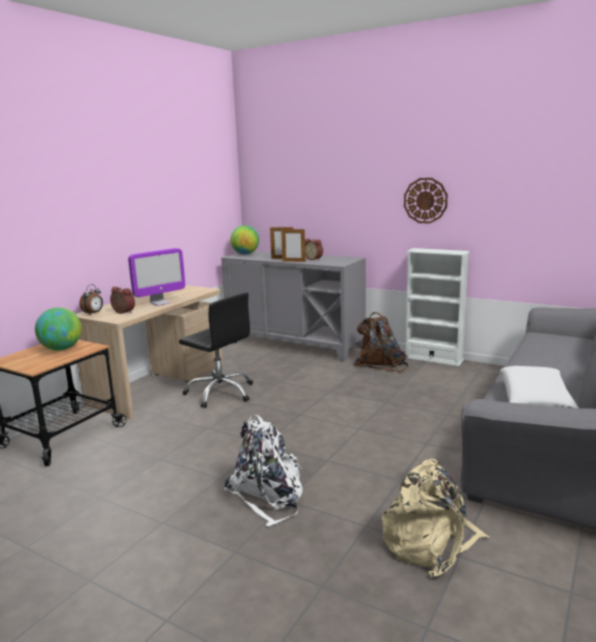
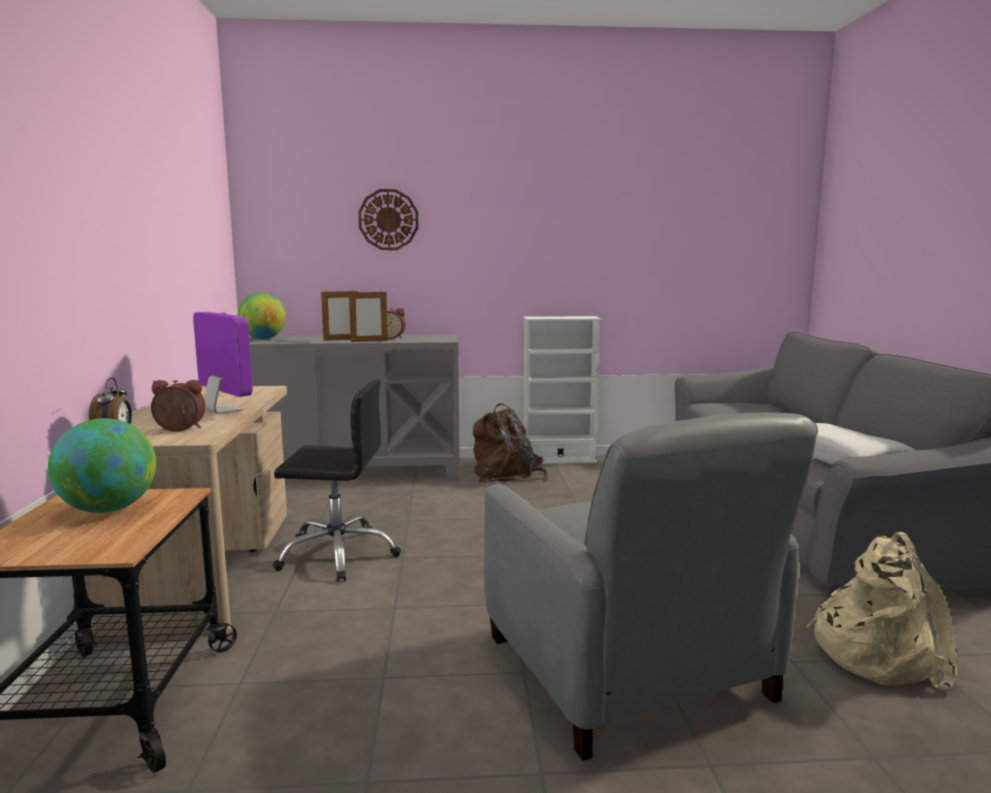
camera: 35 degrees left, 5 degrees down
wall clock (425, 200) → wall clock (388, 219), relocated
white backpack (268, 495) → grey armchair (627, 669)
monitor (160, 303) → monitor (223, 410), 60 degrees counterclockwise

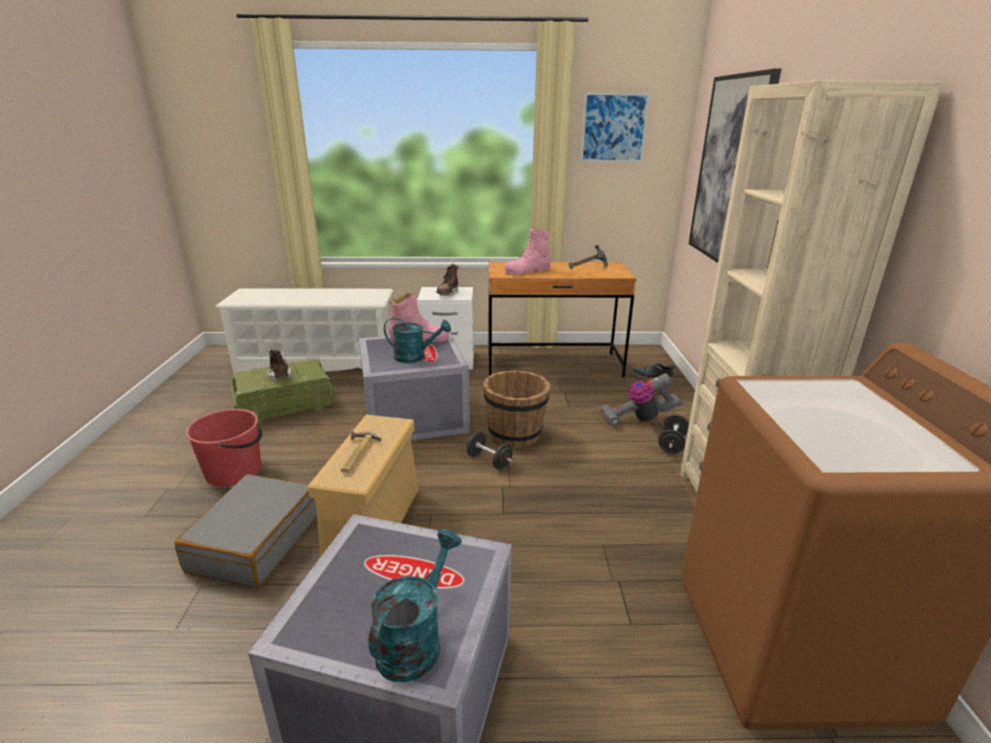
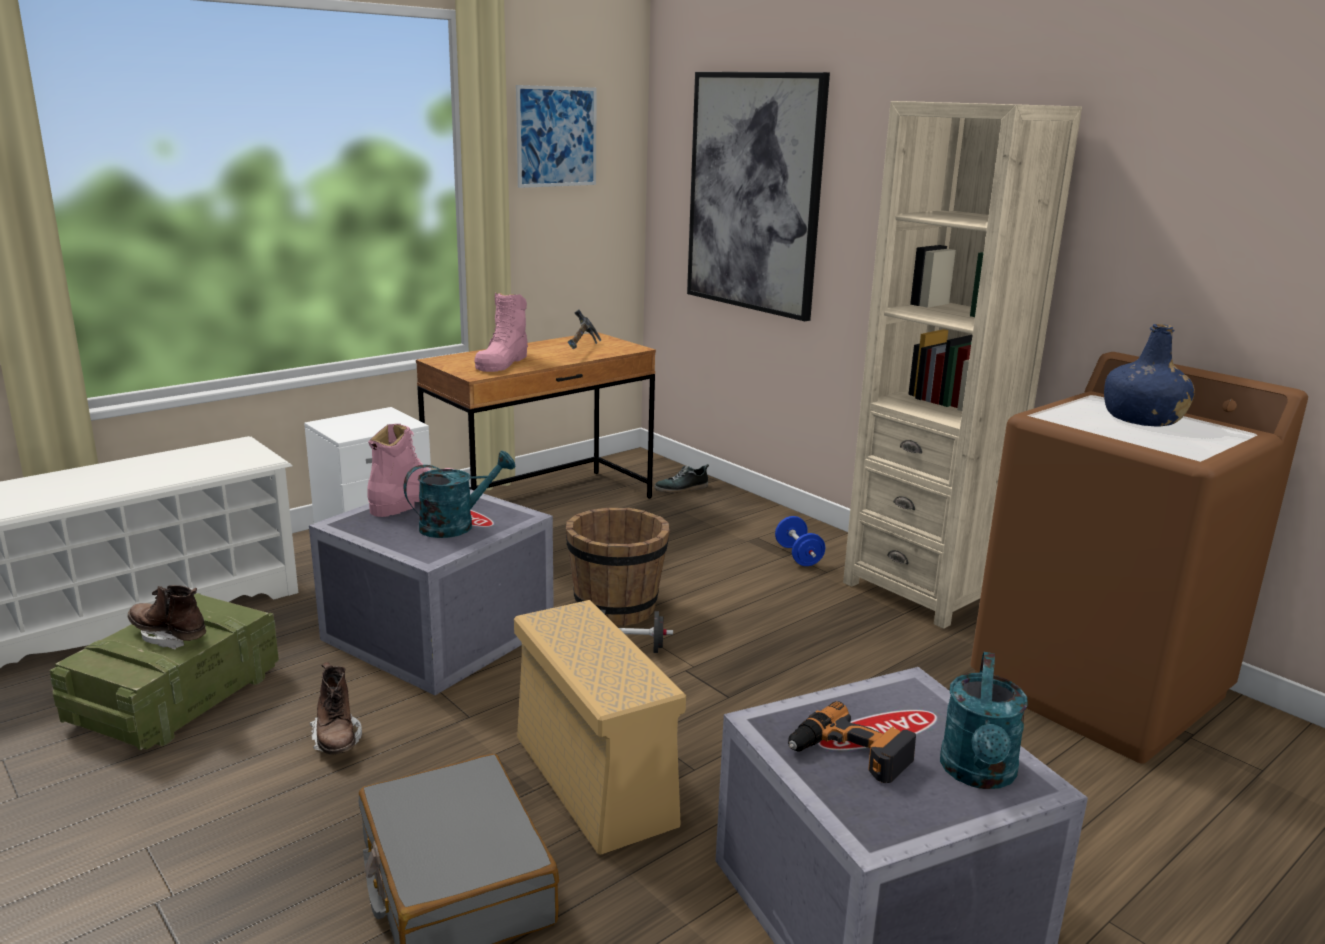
camera: 40 degrees left, 5 degrees down
red bucket (234, 471) → -
hammer (356, 454) → -
vacuum cleaner (638, 419) → -
- → power drill (849, 755)
- → blue bottle (1142, 419)
brown boot (447, 294) → brown boot (337, 740), relocated
black dumbbell (672, 444) → blue dumbbell (798, 556)
turquoise watering can (415, 639) → turquoise watering can (978, 774), 150 degrees counterclockwise

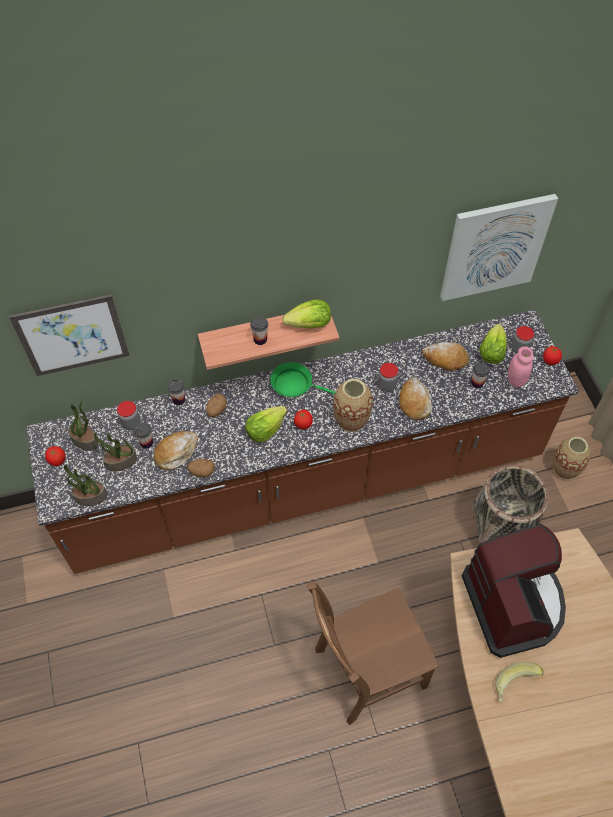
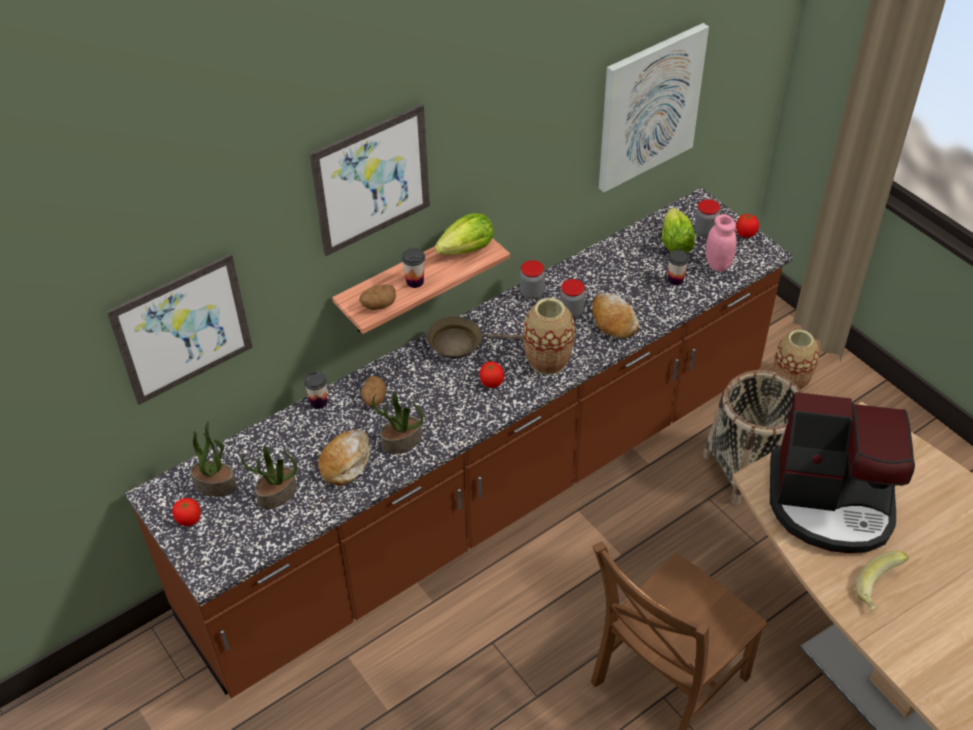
camera: 20 degrees left, 10 degrees down
cup (146, 443) → -
lettuce (265, 430) → -
bread (445, 359) → -
- → picture (372, 180)
potted plant (90, 497) → potted plant (401, 442), relocated
jar (131, 423) → jar (532, 293), relocated
potato (202, 471) → potato (378, 305), relocated
green frying pan (295, 385) → brown frying pan (460, 343)
coffee machine (513, 603) → coffee machine (831, 503), 135 degrees clockwise

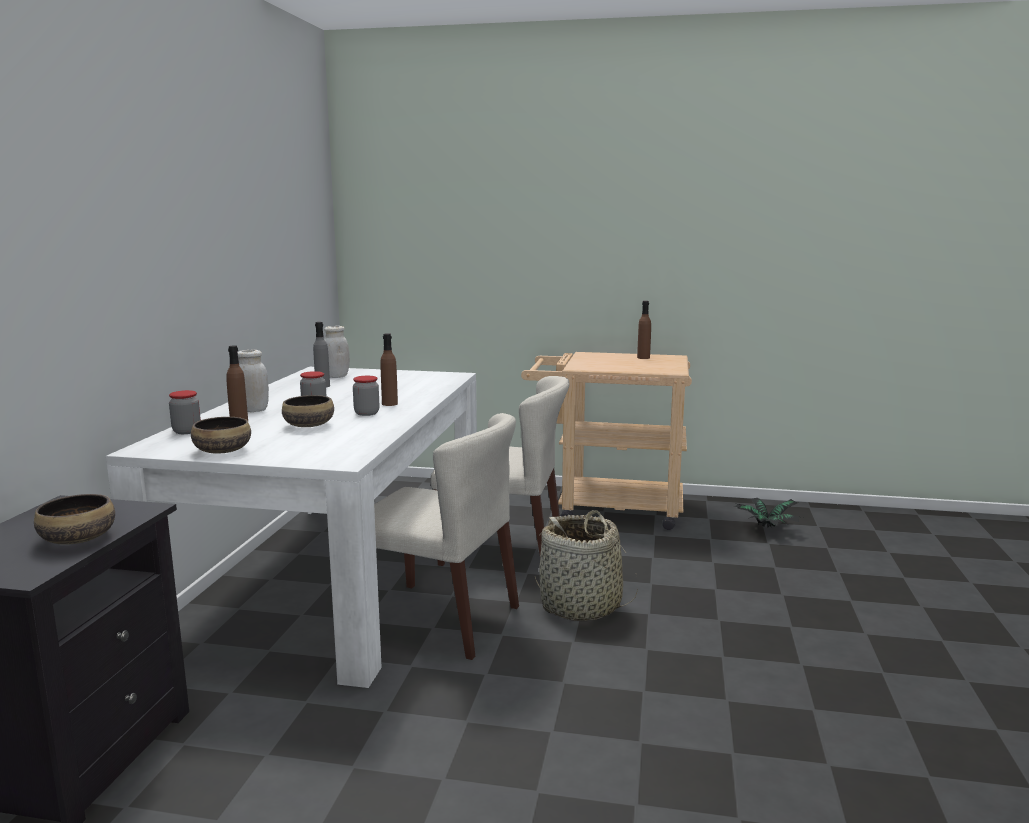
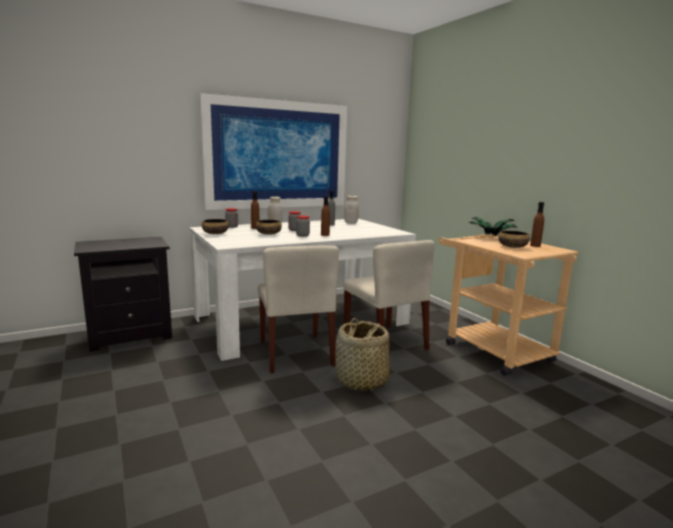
camera: 50 degrees right, 0 degrees up
- → picture (278, 155)
bowl (78, 539) → bowl (512, 247), relocated
potted plant (766, 528) → potted plant (490, 236), relocated

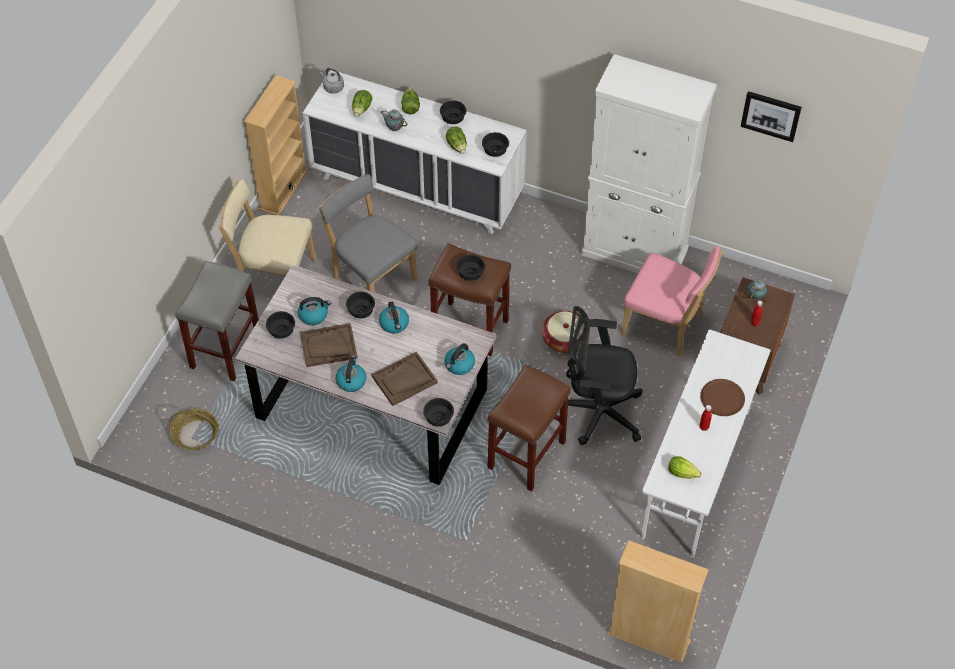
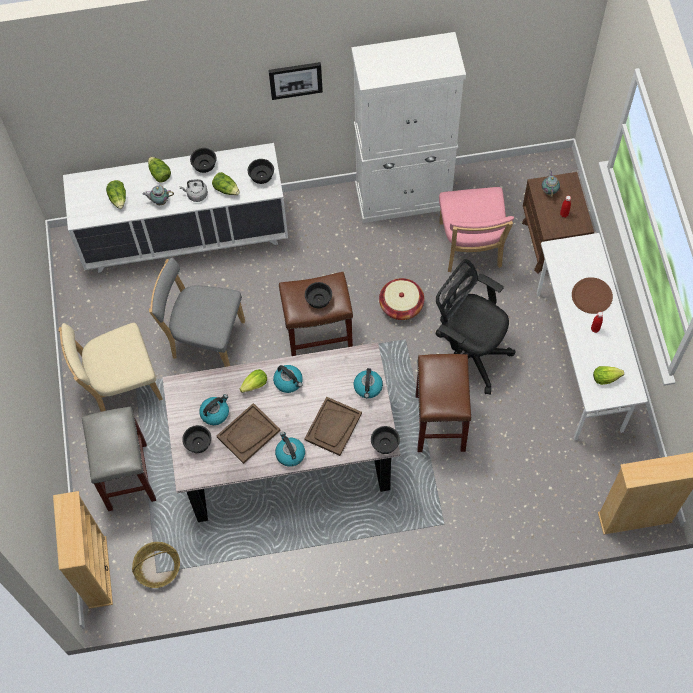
camera: 30 degrees left, 10 degrees up
beige bookcase (283, 190) → beige bookcase (97, 572), relocated
grey kettle (332, 87) → grey kettle (196, 194), relocated
picture (771, 115) → picture (295, 79), relocated
black bowl (362, 311) → lettuce (253, 386)
black office chair (597, 412) → black office chair (469, 353), 60 degrees clockwise
pink chair (665, 326) → pink chair (471, 248), 90 degrees clockwise

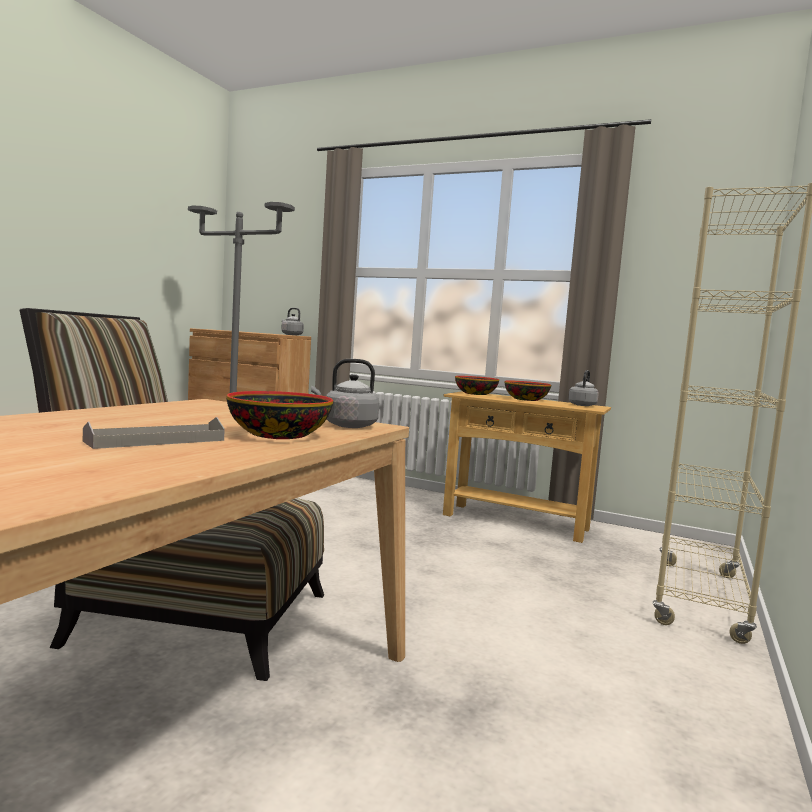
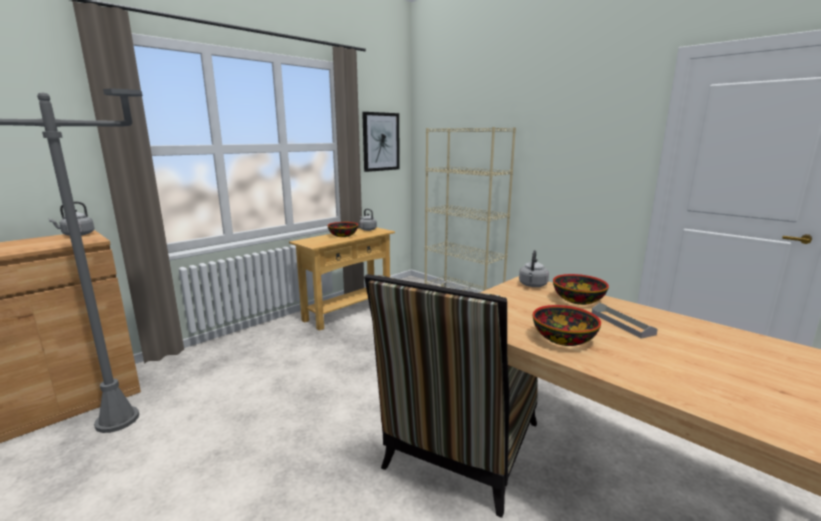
camera: 70 degrees left, 10 degrees up
- → picture (381, 142)
bowl (476, 394) → bowl (563, 338), relocated

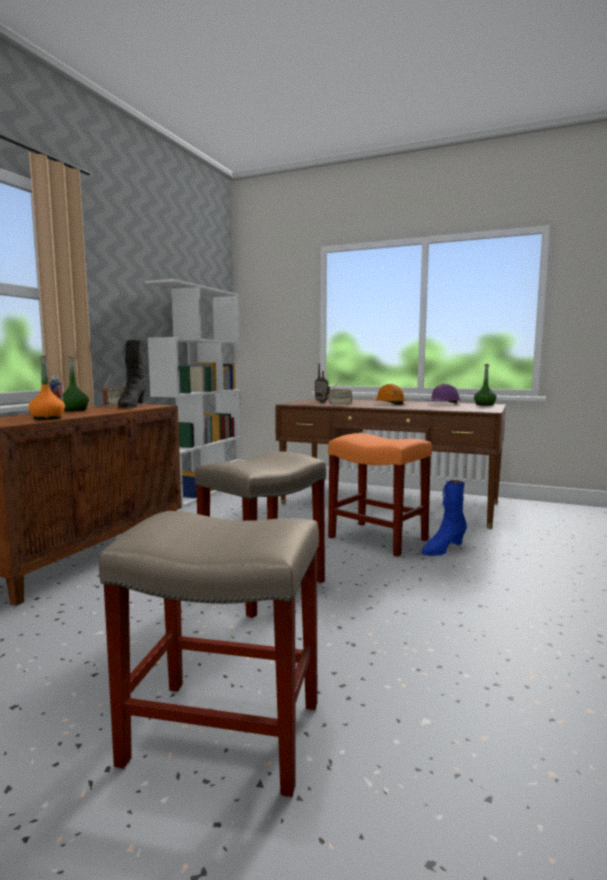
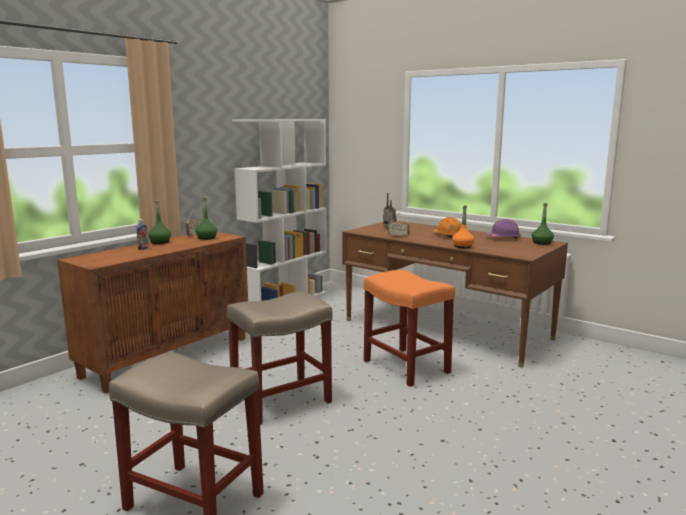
camera: 15 degrees right, 5 degrees up
blue boot (442, 550) → -
orange bottle (47, 418) → orange bottle (462, 246), relocated
black boot (131, 406) → green bottle (206, 238)

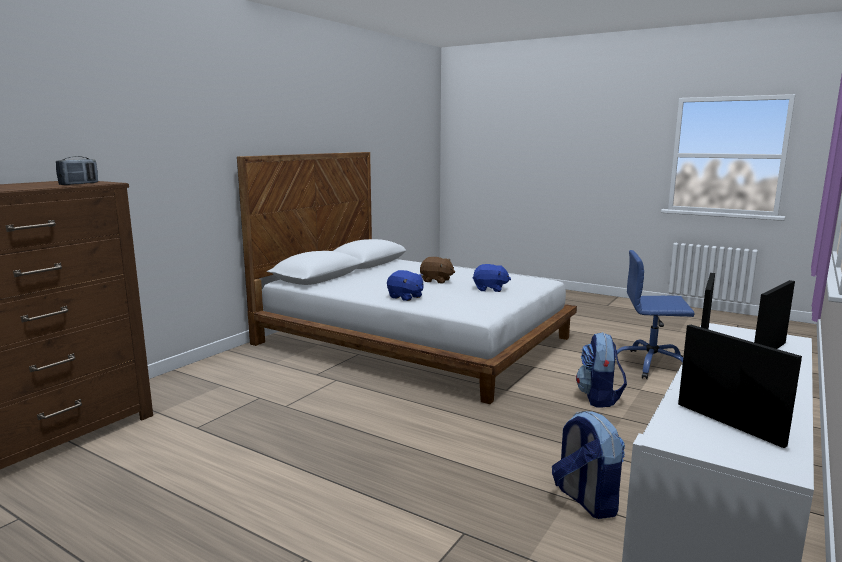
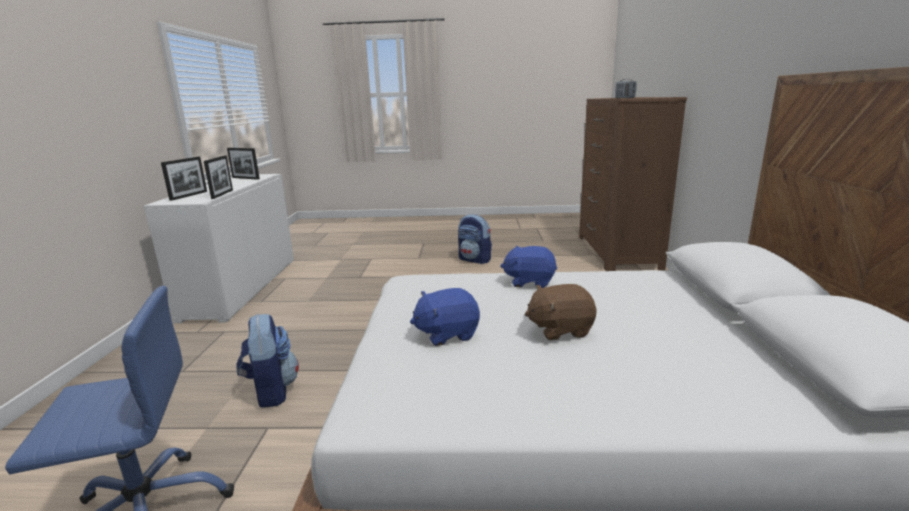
camera: 150 degrees right, 5 degrees up
backpack (585, 500) → backpack (475, 260), relocated

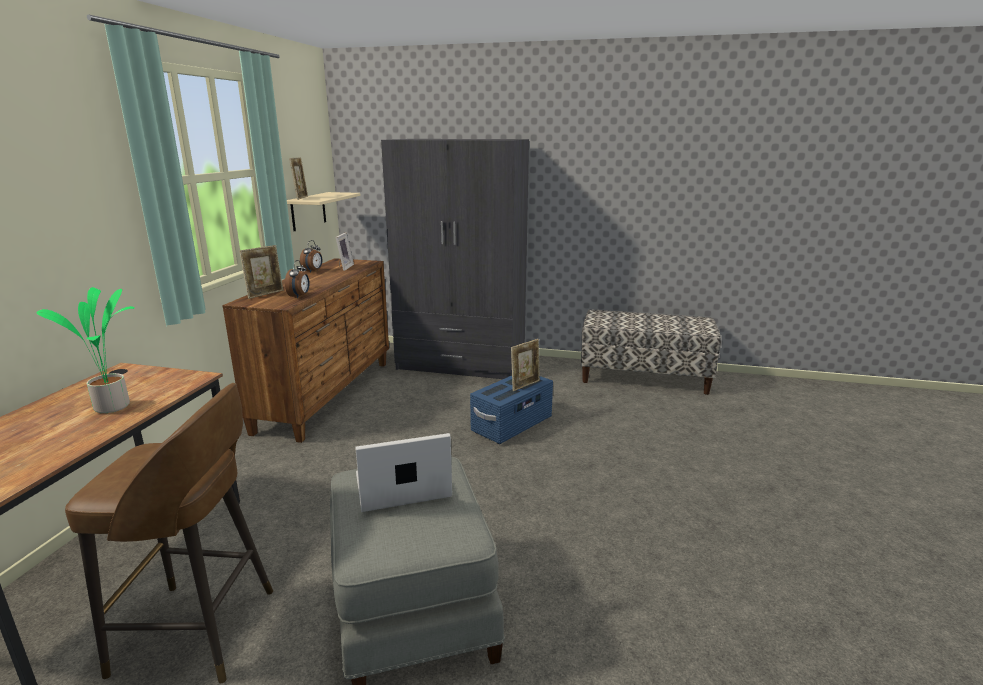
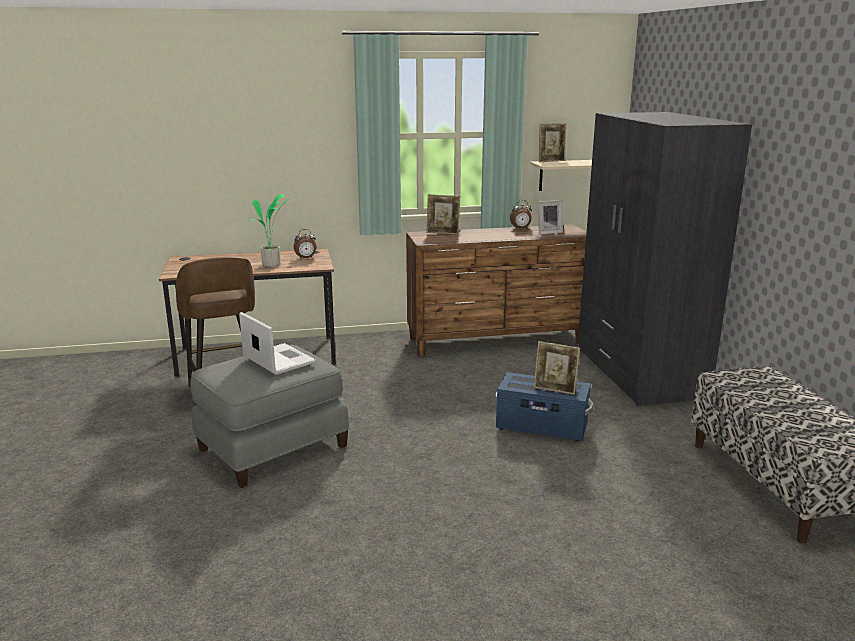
camera: 65 degrees right, 0 degrees up
alarm clock (299, 296) → alarm clock (306, 258), relocated

